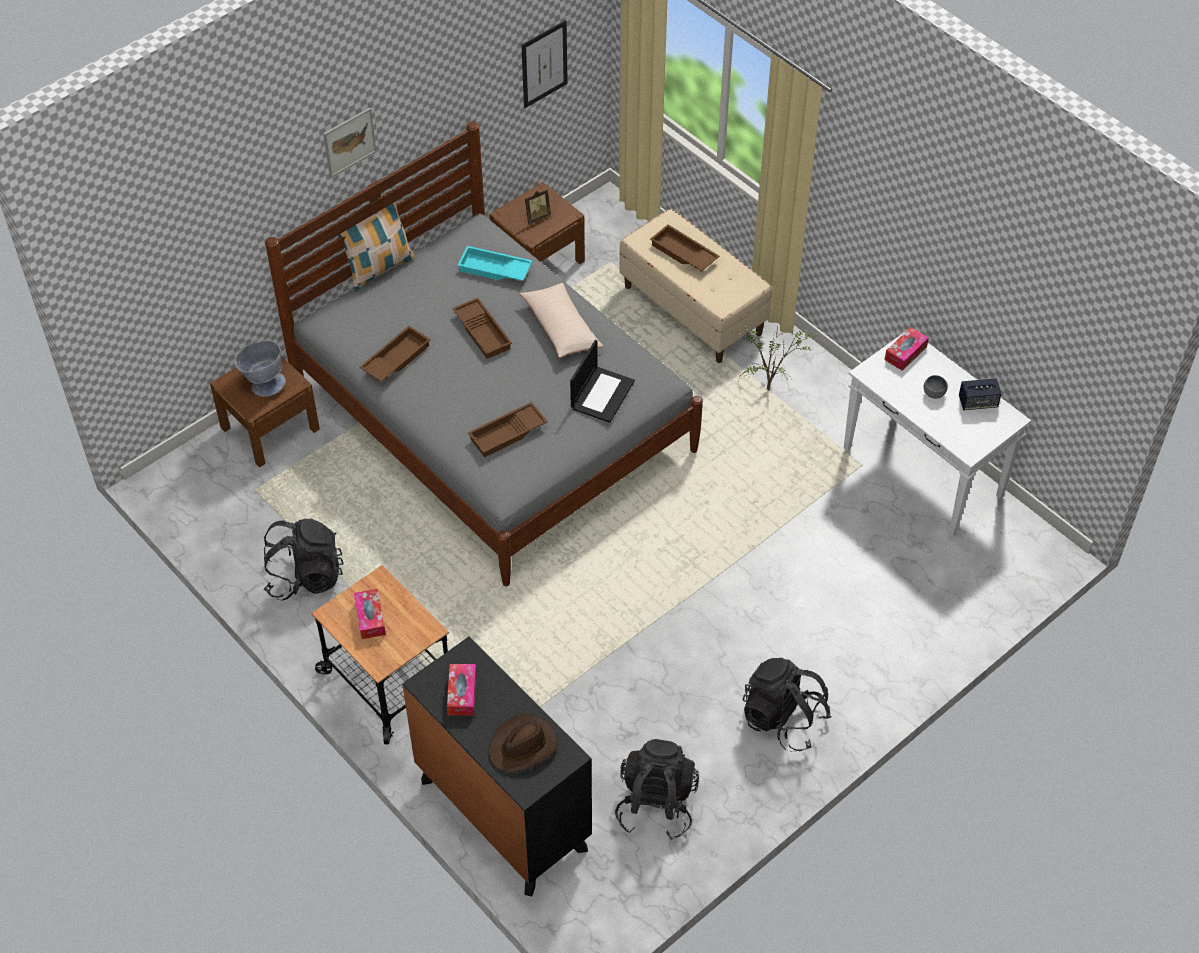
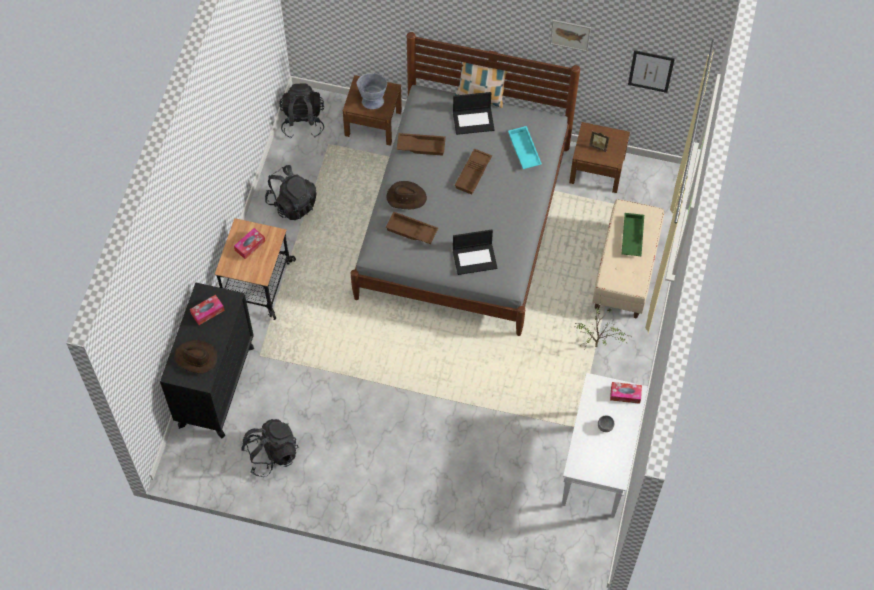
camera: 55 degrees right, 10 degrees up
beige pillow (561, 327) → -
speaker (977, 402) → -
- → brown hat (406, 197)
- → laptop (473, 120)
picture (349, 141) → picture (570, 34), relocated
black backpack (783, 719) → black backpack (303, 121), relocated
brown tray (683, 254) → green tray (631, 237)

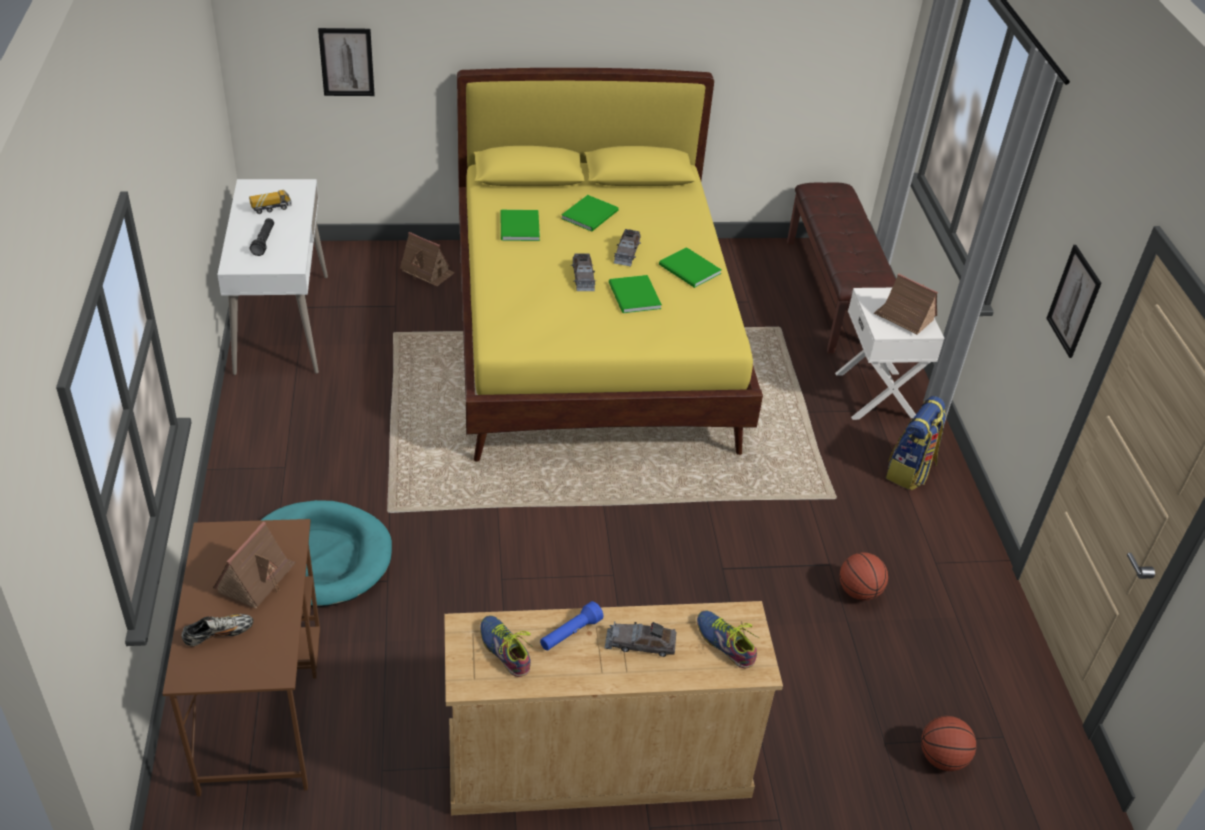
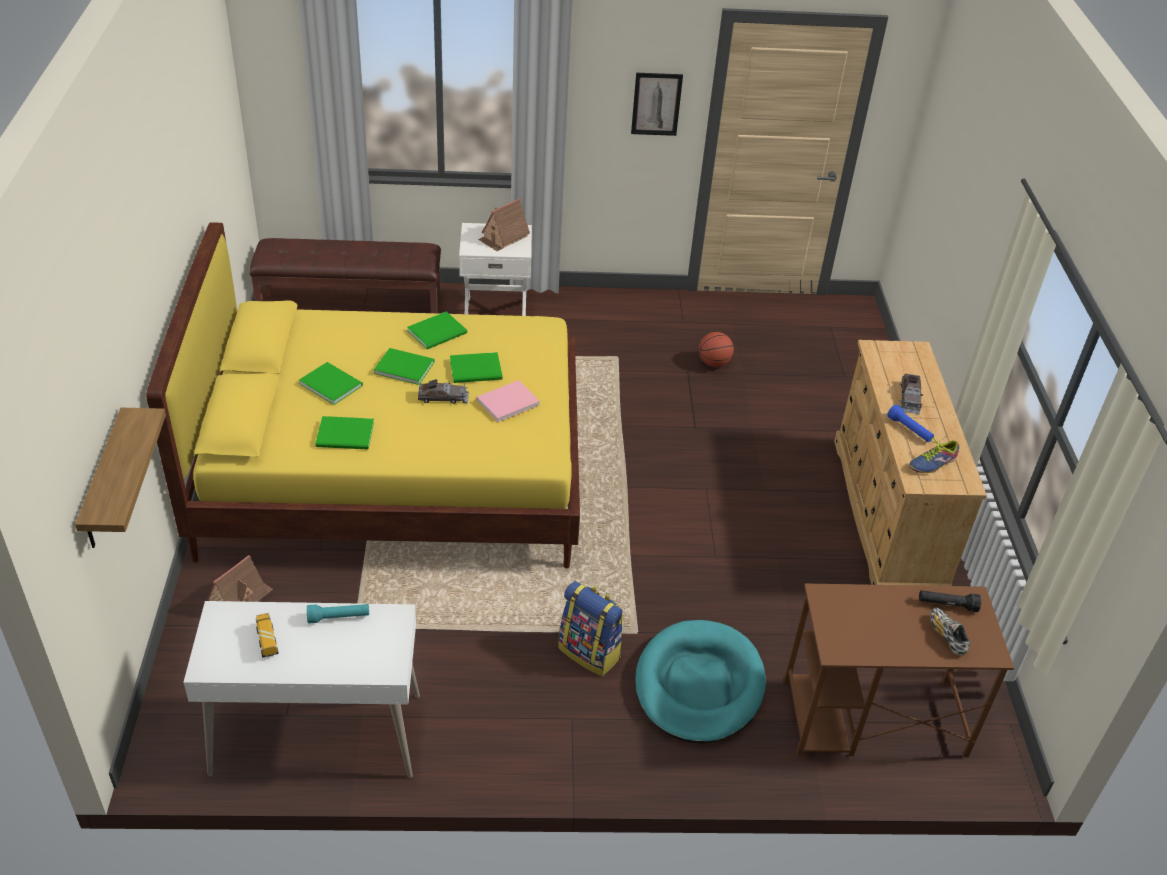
camera: 85 degrees left, 0 degrees up
toy house (256, 579) → -
shoe (725, 643) → -
basketball (942, 758) → -
- → turquoise flashlight (339, 617)
- → pink book (506, 402)
black flashlight (264, 242) → black flashlight (947, 605), relocated
backpack (910, 471) → backpack (590, 652), relocated
picture (346, 62) → shelf (104, 482)
grey toy car (626, 252) → green book (403, 366)

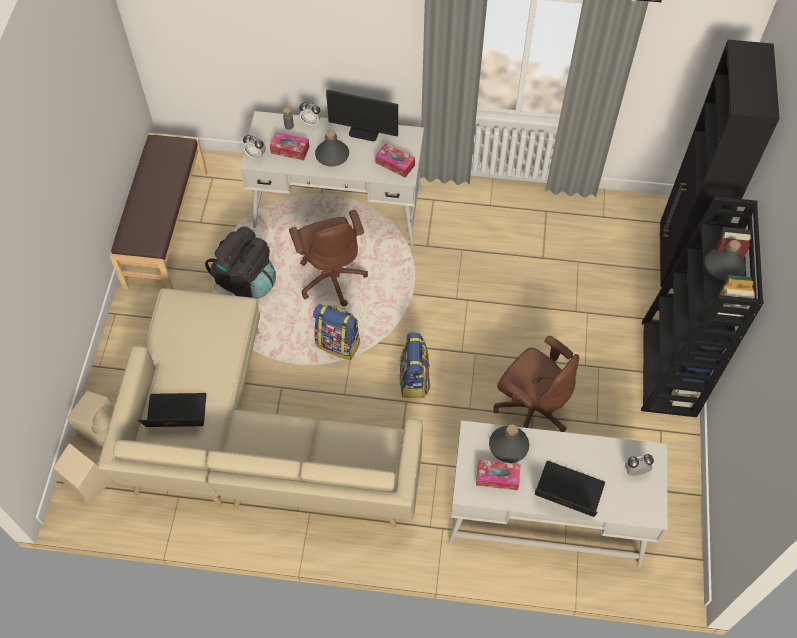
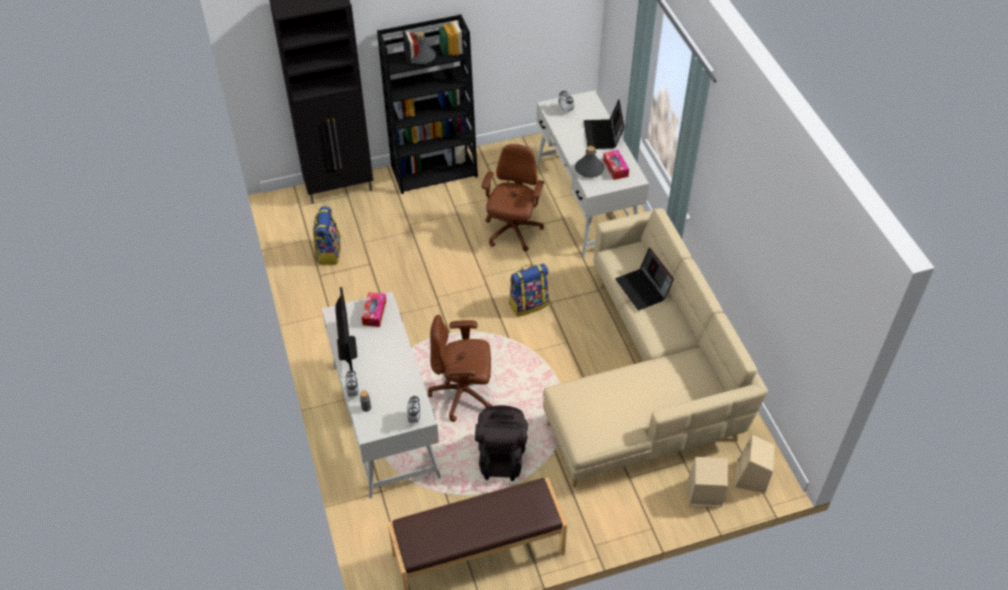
camera: 115 degrees left, 10 degrees down
tissue box (290, 150) → -
grey bottle (332, 155) → -
laptop (175, 415) → laptop (643, 289), relocated
backpack (338, 343) → backpack (328, 252), relocated
brown office chair (332, 277) → brown office chair (463, 394), 135 degrees counterclockwise

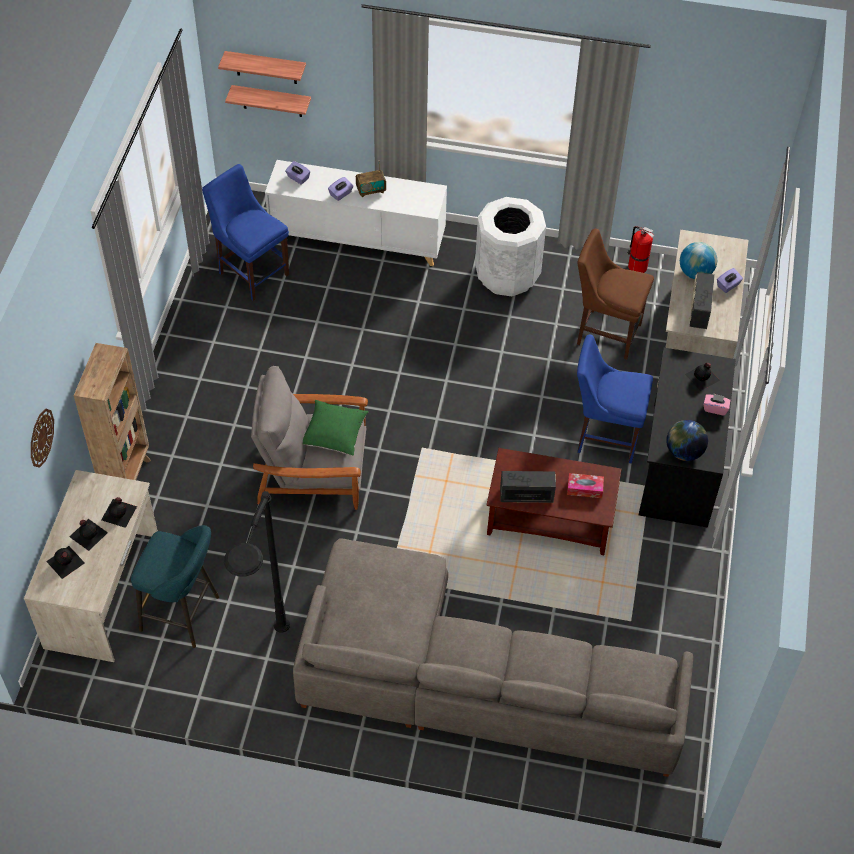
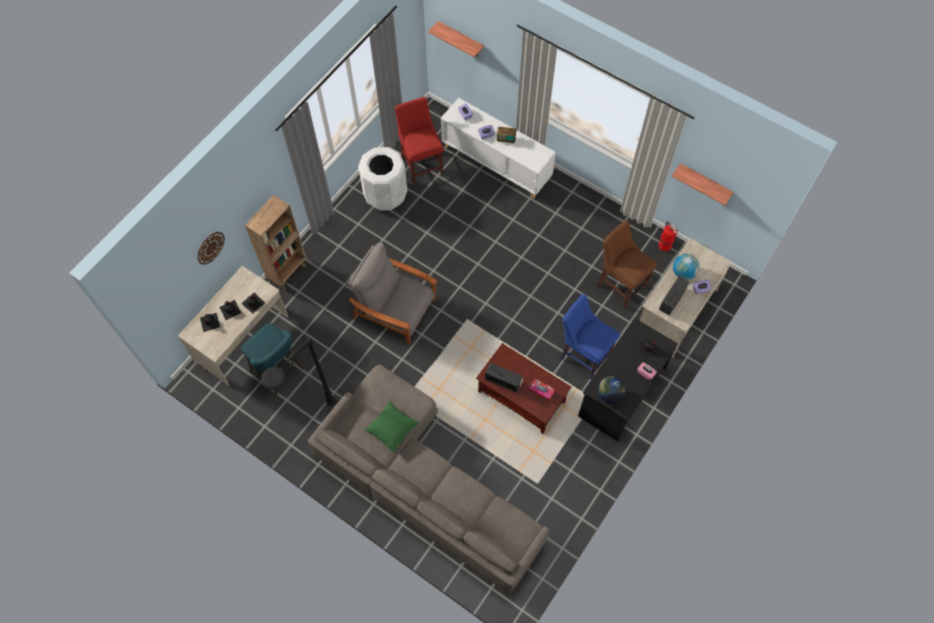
camera: 25 degrees right, 10 degrees up
shelf (272, 101) → shelf (704, 183), relocated
green pillow (334, 434) → green pillow (392, 429), relocated
white trash can (507, 275) → white trash can (385, 195), relocated
blue chair (252, 272) → red chair (421, 163)

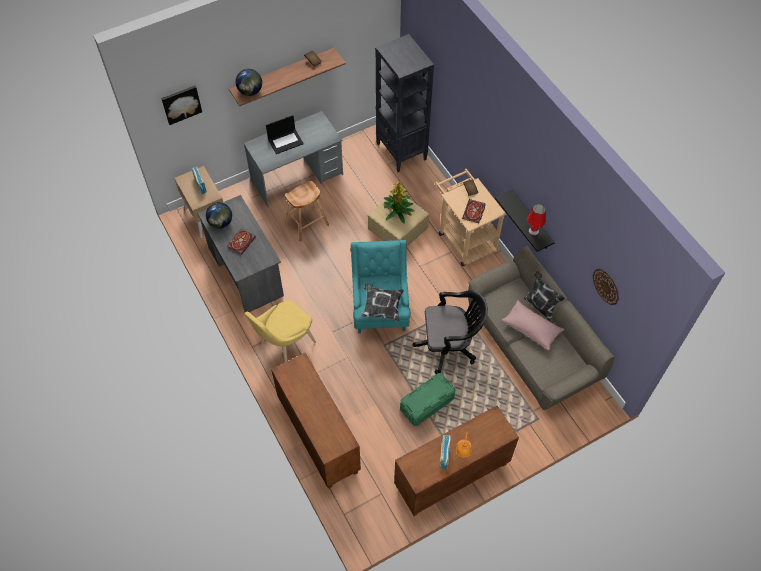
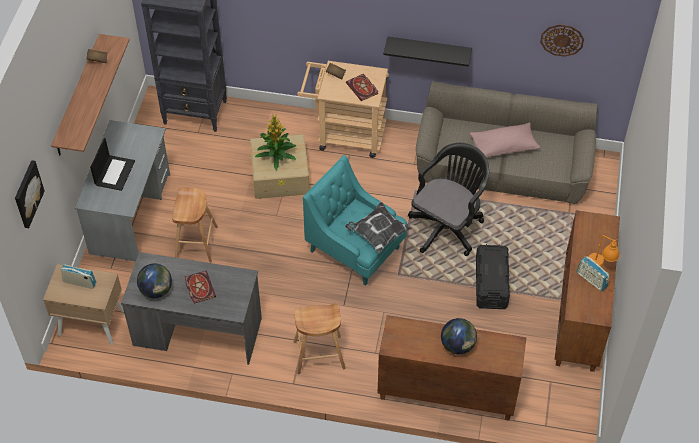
camera: 50 degrees left, 5 degrees down
pillow (540, 306) → -
red table lamp (533, 230) → -
globe (250, 91) → globe (457, 345), relocated
yellow chair (284, 345) → brown stool (319, 355)
green storage box (427, 404) → black storage box (491, 284)

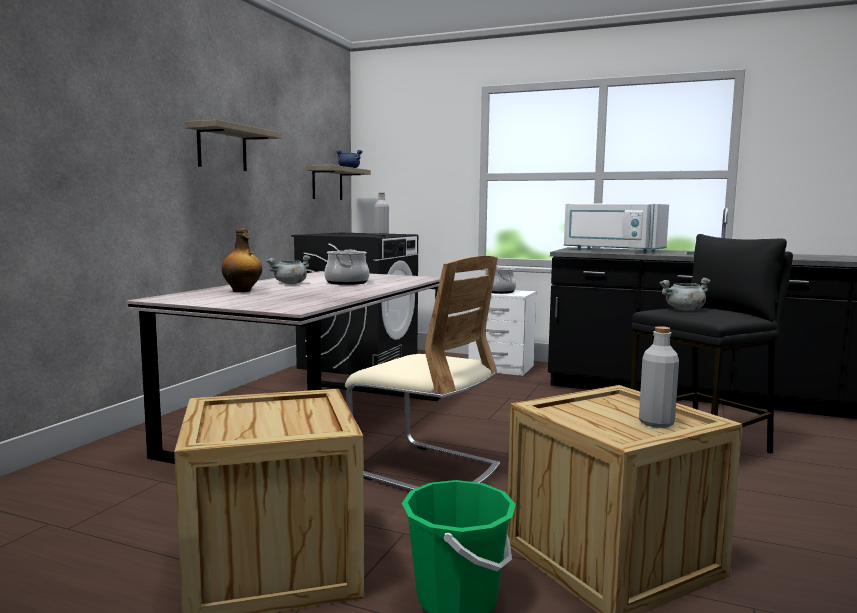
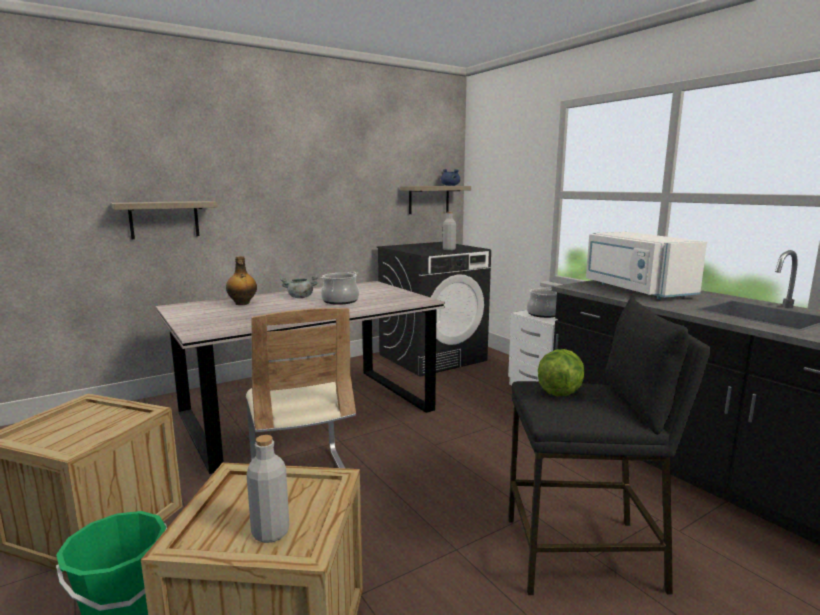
camera: 35 degrees right, 5 degrees up
shelf (222, 148) → shelf (164, 219), relocated
grey cooking pot (684, 310) → lettuce (559, 391)

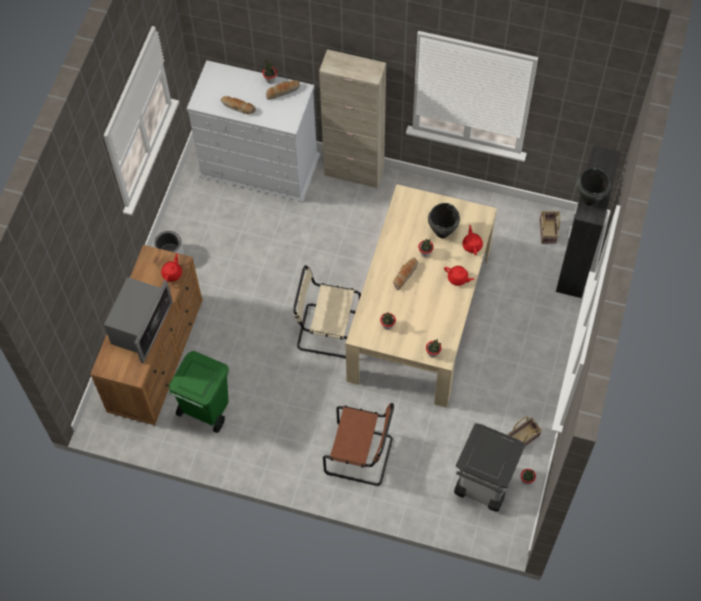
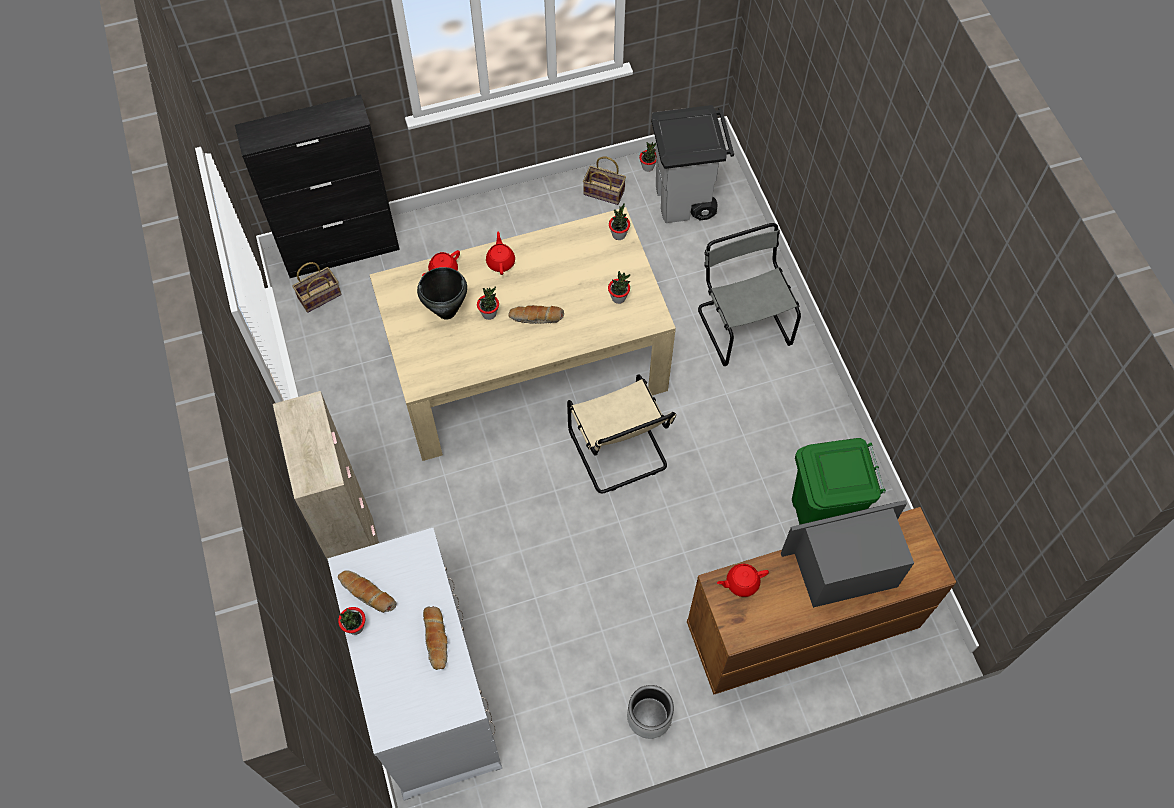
camera: 125 degrees left, 0 degrees up
black cooking pot (589, 200) → -
brown chair (361, 455) → grey chair (742, 324)

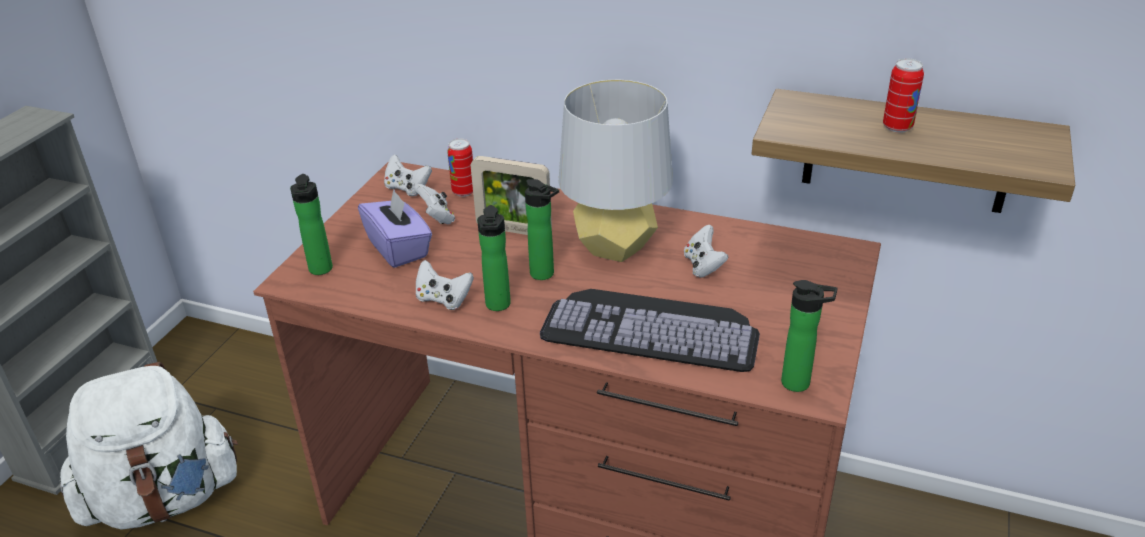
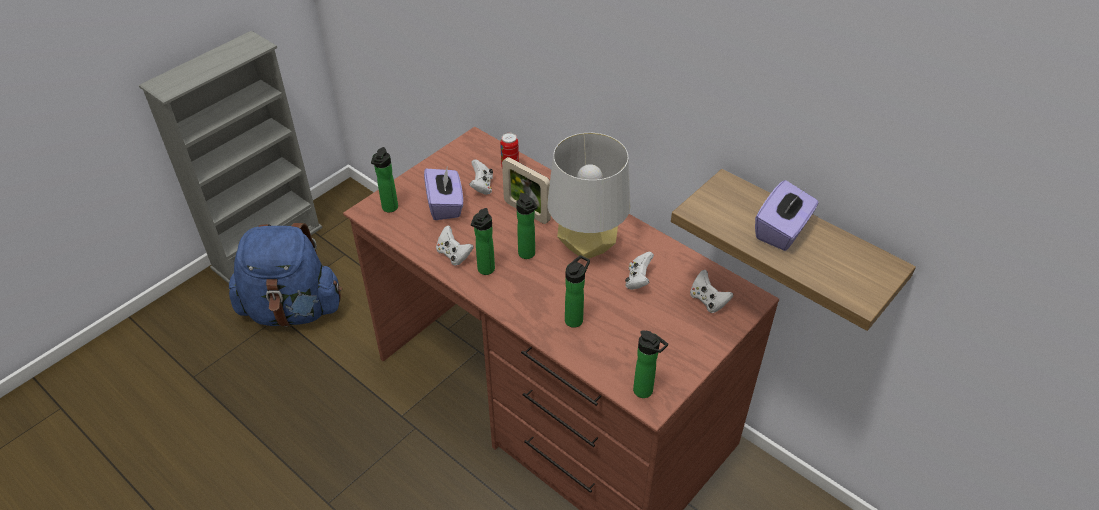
camera: 20 degrees right, 10 degrees up
white game controller (407, 189) → white game controller (708, 301), relocated
keyboard (653, 327) → bottle (575, 318)
can (897, 127) → purple tissue box (782, 231)
white backpack (164, 498) → blue backpack (293, 310)

